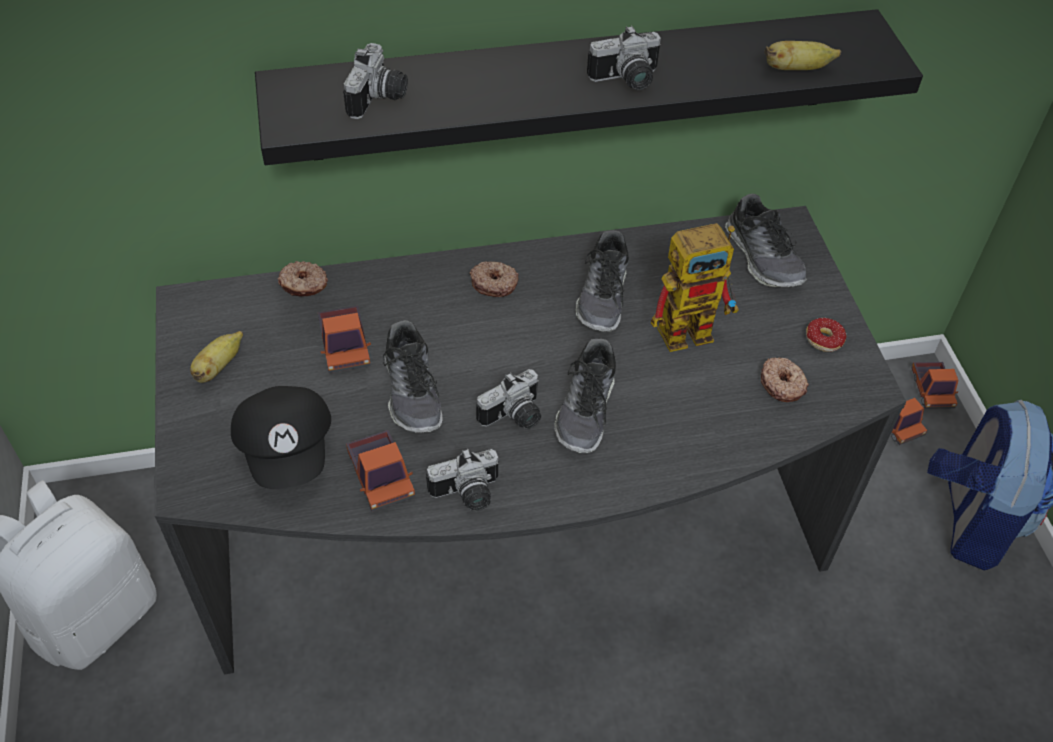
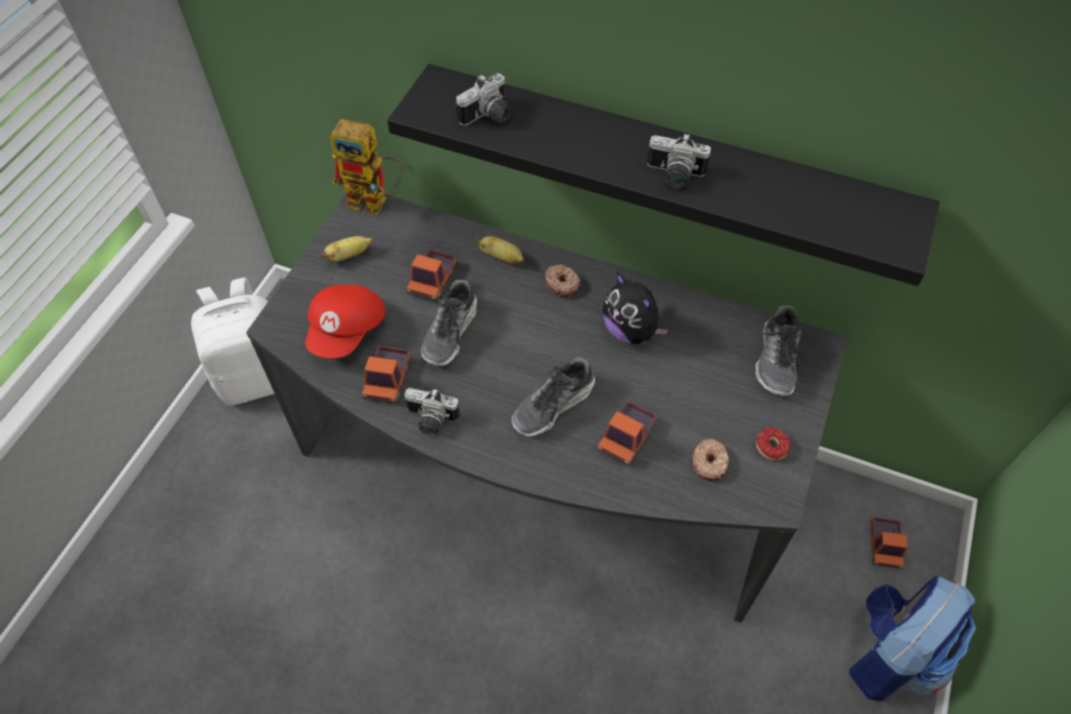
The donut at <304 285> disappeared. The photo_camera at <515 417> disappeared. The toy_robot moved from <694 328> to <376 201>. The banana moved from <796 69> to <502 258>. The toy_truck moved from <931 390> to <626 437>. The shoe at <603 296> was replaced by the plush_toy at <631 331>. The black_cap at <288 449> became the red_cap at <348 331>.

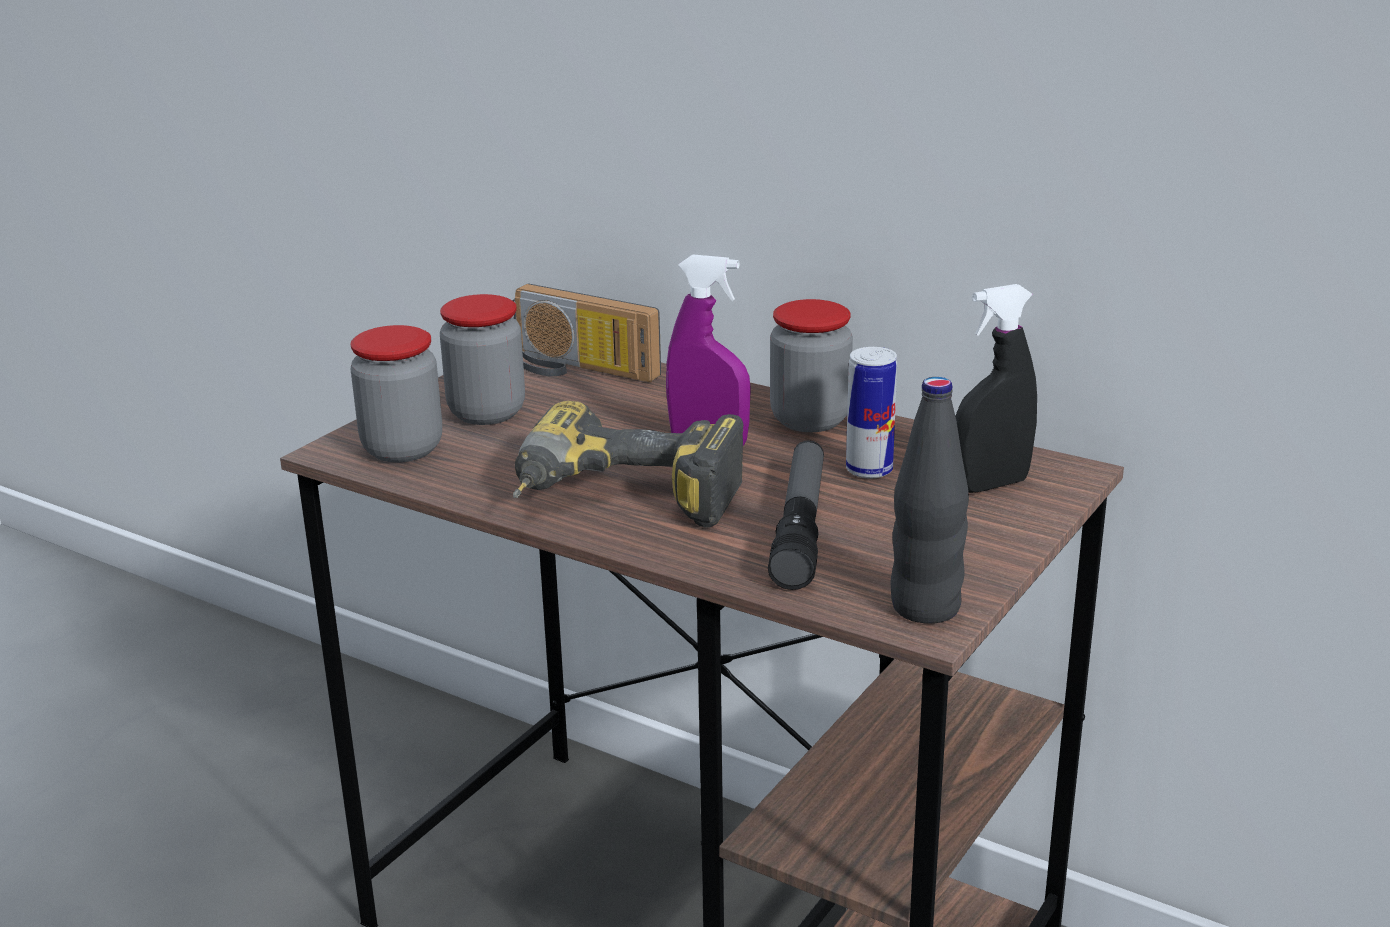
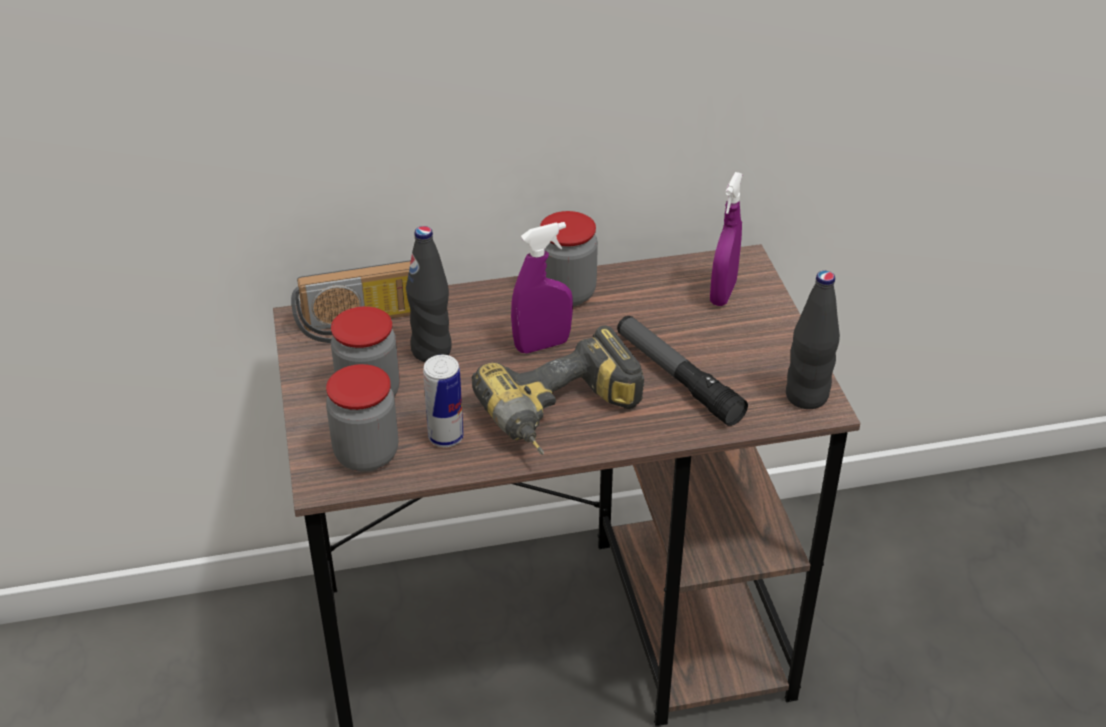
The black_bottle at <431 350> appeared. The can moved from <869 470> to <446 437>. The black_spray_bottle at <990 485> became the purple_spray_bottle at <723 293>.

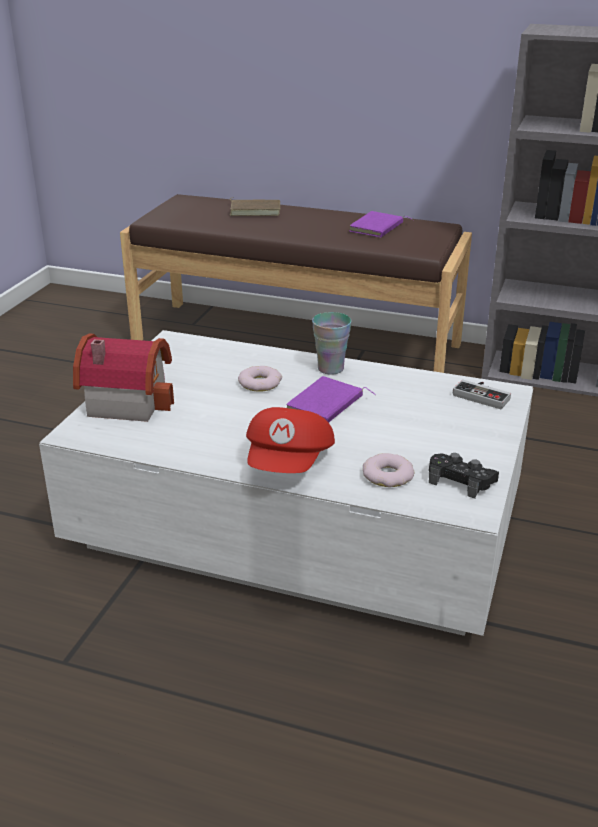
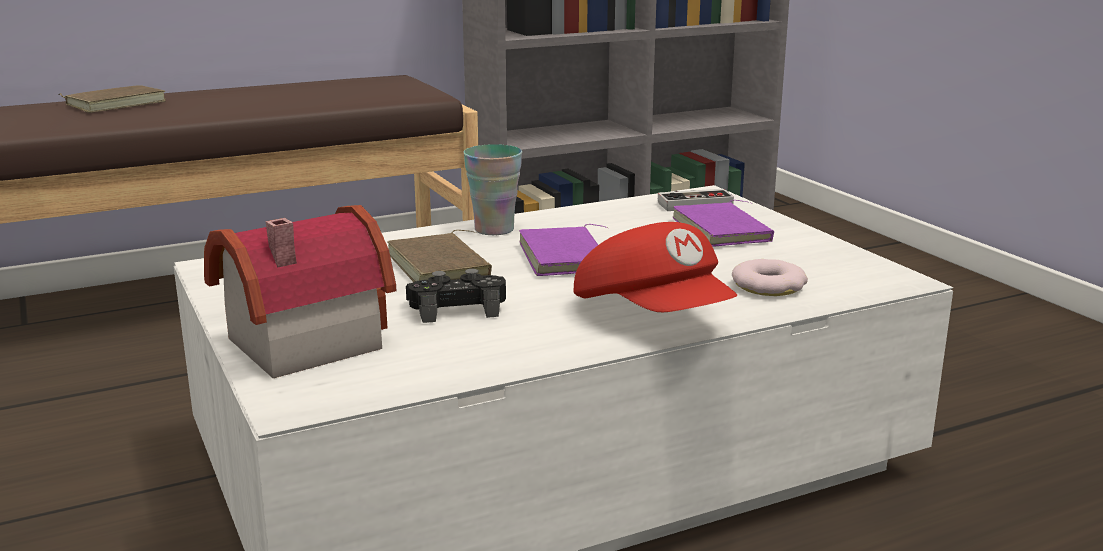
The purple_book moved from <378 228> to <724 230>. The black_game_controller moved from <461 481> to <457 308>. The donut at <260 383> was replaced by the brown_book at <442 266>.

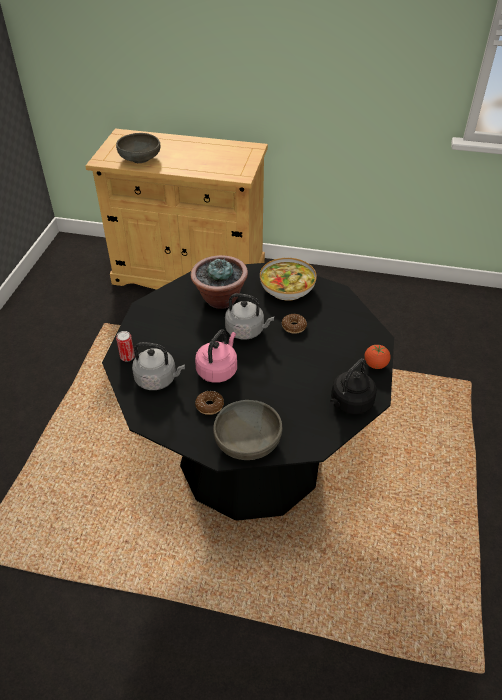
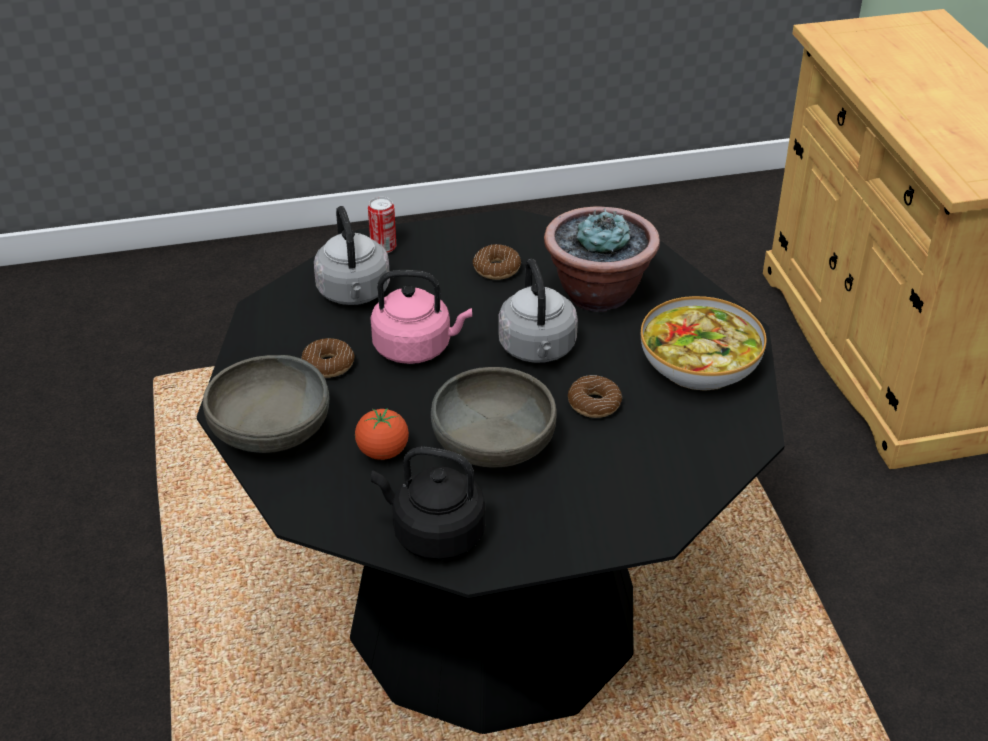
The donut at <497 269> appeared. The grey_bowl moved from <140 159> to <493 444>. The tomato moved from <375 365> to <383 452>.

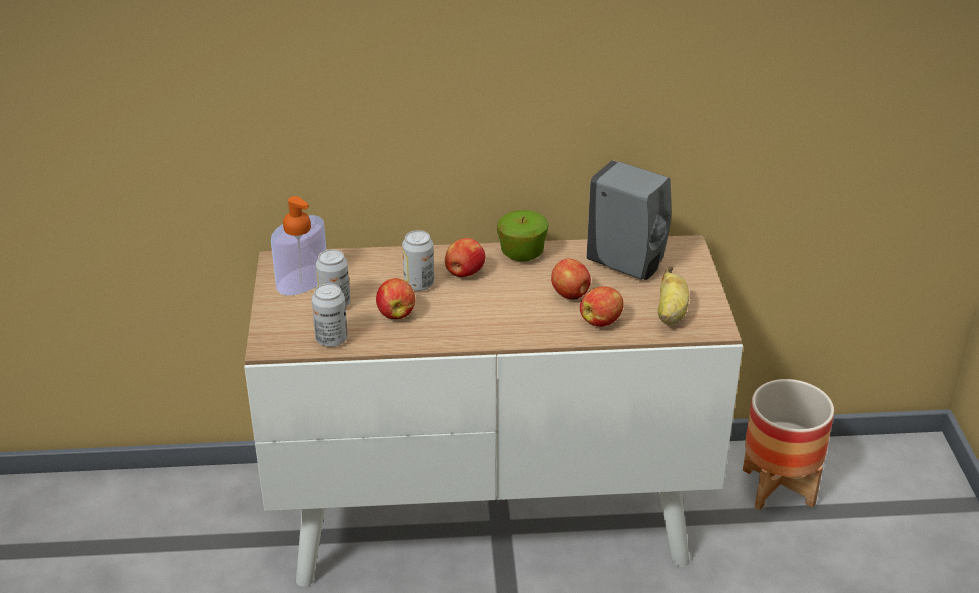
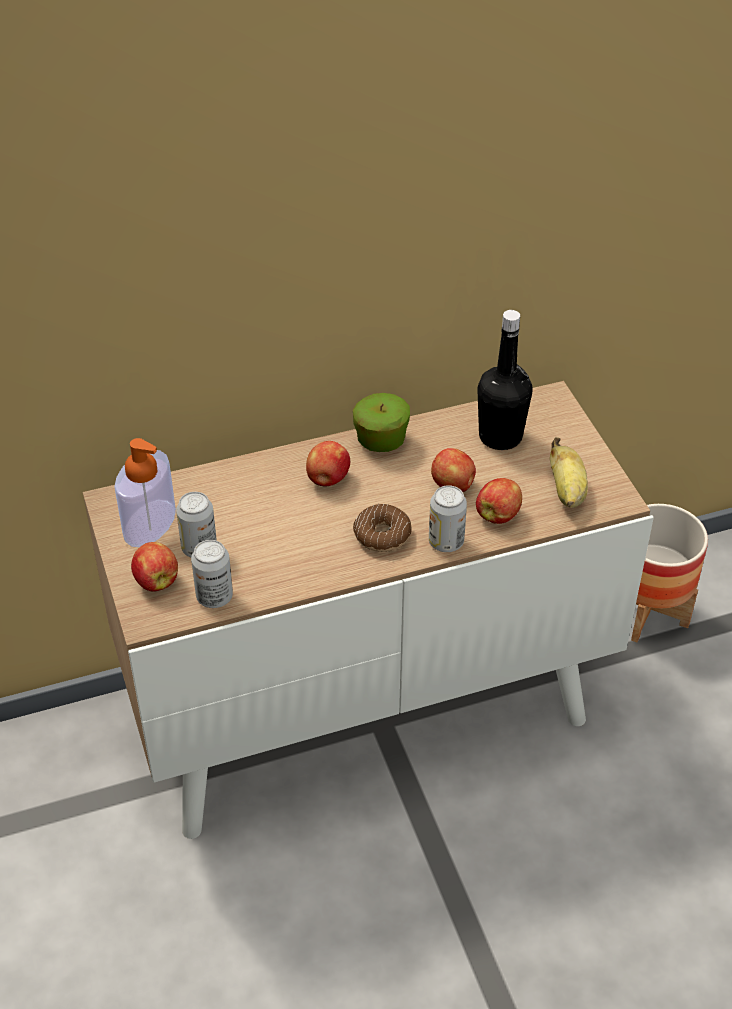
The donut at <382 535> appeared. The apple moved from <396 313> to <156 580>. The can moved from <419 284> to <446 542>. The grey_soap_dispenser at <628 266> was replaced by the black_bottle at <500 436>.

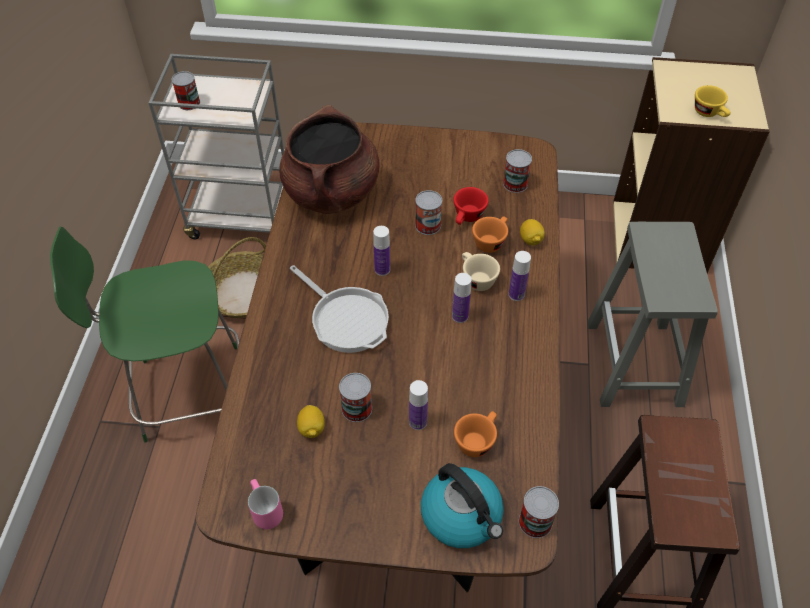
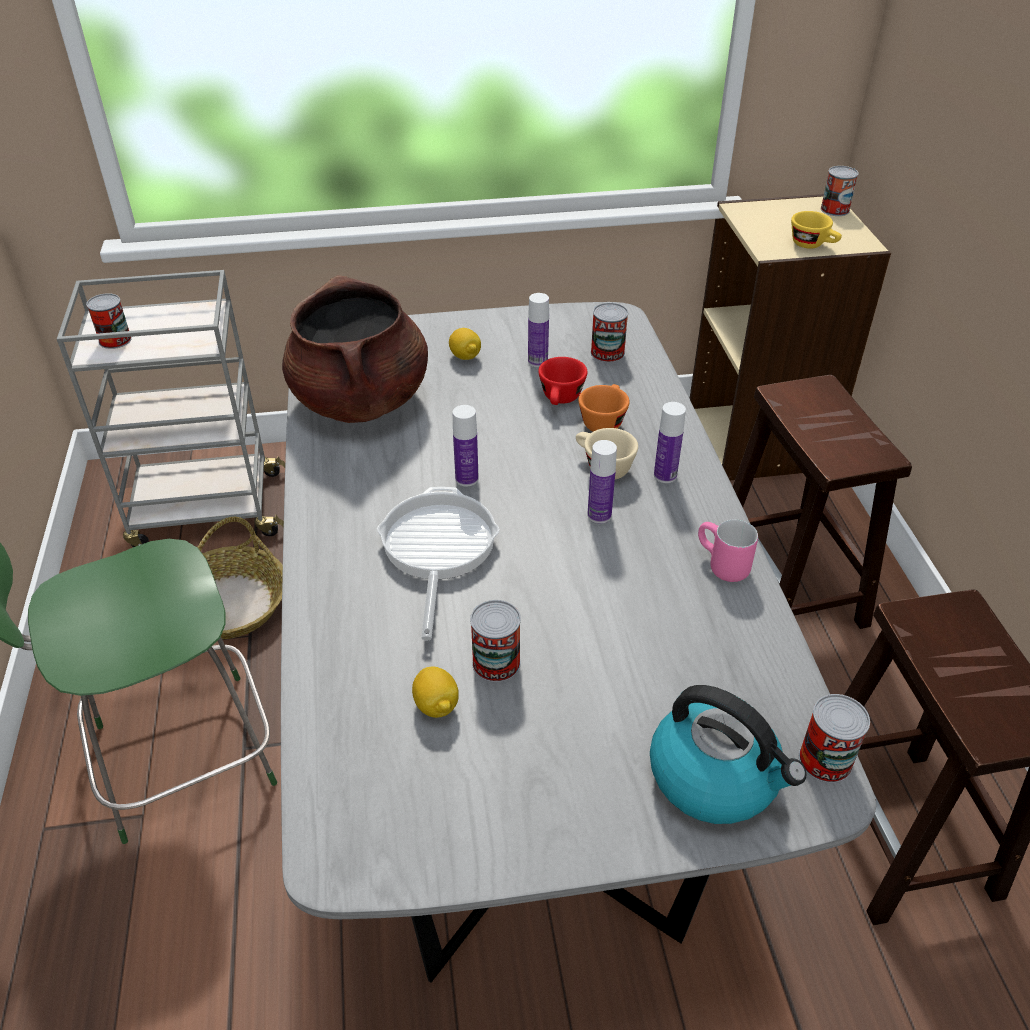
The orange_cup at <476 440> disappeared. The pink_mug moved from <263 511> to <720 566>. The bottle moved from <418 422> to <537 361>. The can moved from <428 225> to <834 209>. The lemon moved from <530 240> to <465 356>. The brown_dining_table at <404 426> became the grey_dining_table at <513 731>. The grey_stool at <634 365> became the brown_stool at <789 589>. The frying_pan at <346 319> turned 120 degrees counterclockwise.

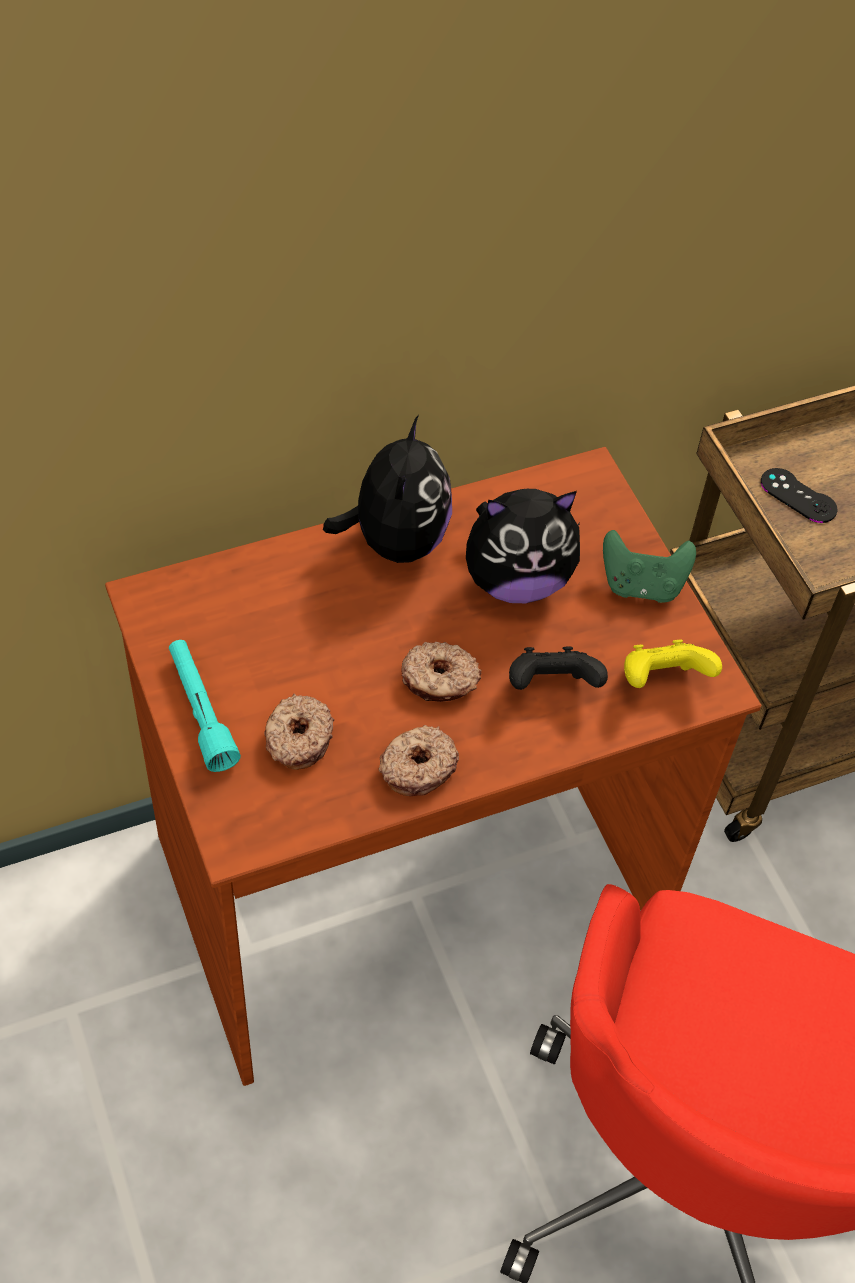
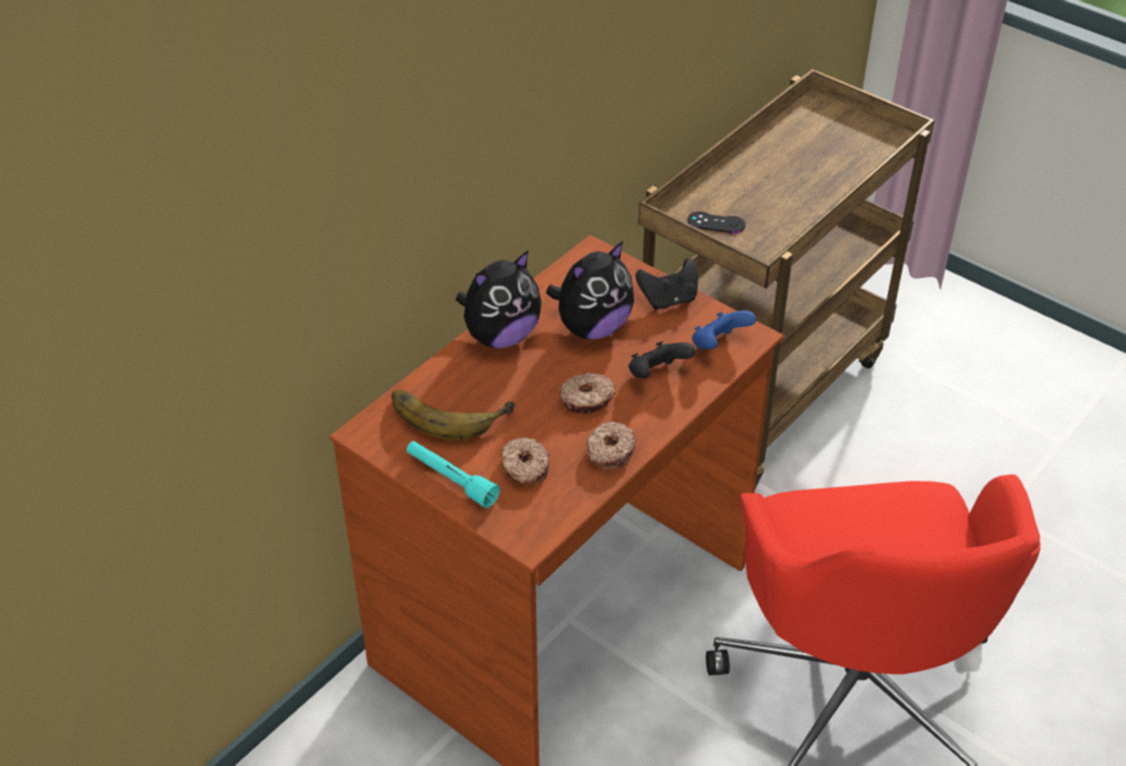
The banana at <449 411> appeared. The green_game_controller at <642 585> became the black_game_controller at <669 299>. The yellow_game_controller at <662 680> became the blue_game_controller at <718 345>. The plush_toy at <395 540> turned 75 degrees clockwise.

